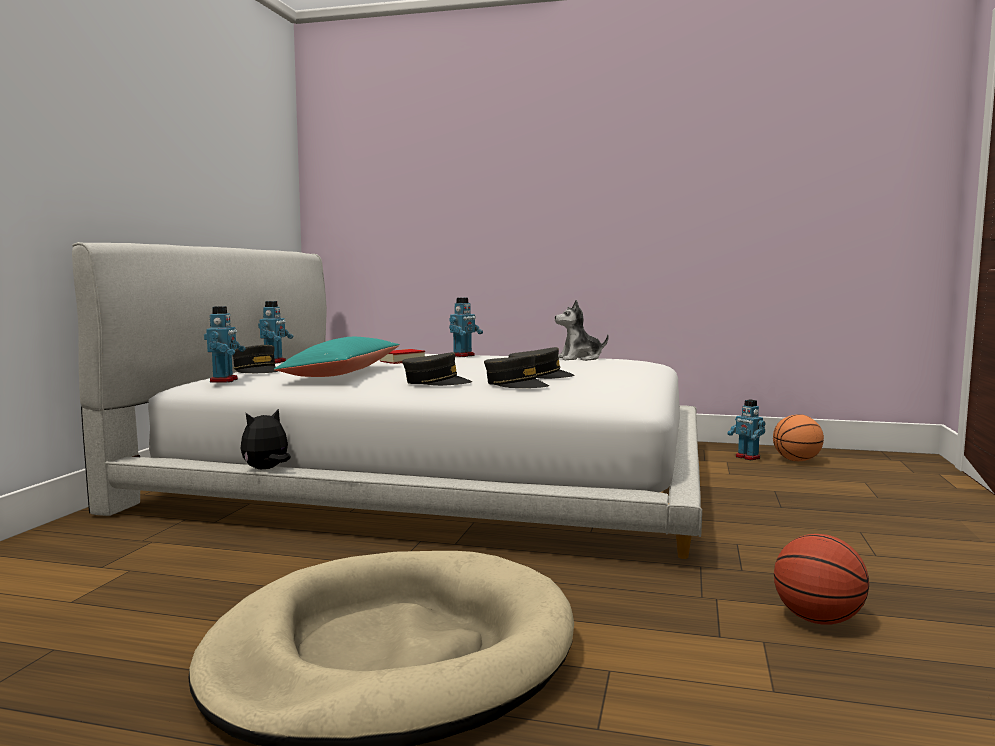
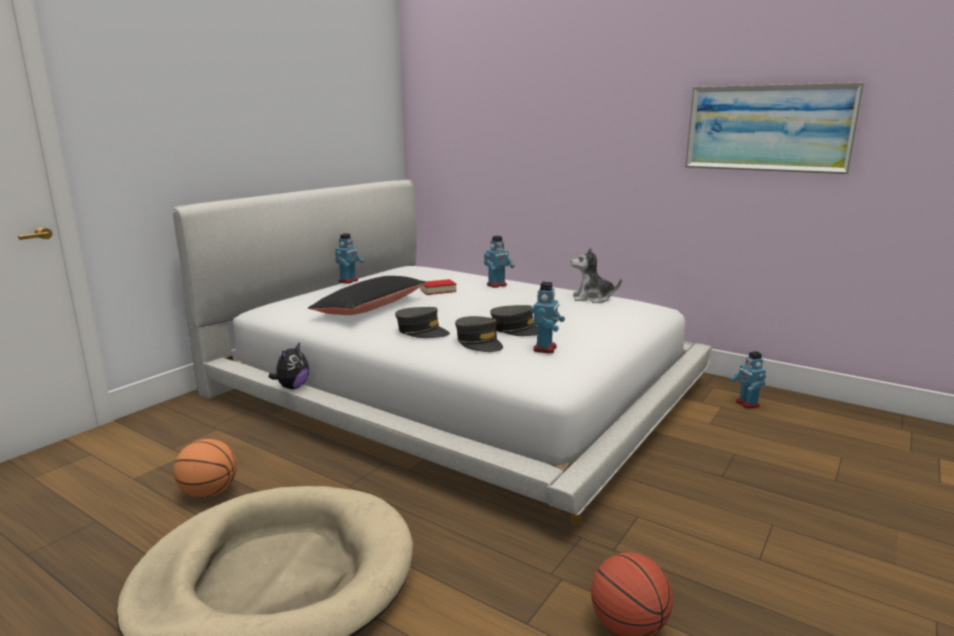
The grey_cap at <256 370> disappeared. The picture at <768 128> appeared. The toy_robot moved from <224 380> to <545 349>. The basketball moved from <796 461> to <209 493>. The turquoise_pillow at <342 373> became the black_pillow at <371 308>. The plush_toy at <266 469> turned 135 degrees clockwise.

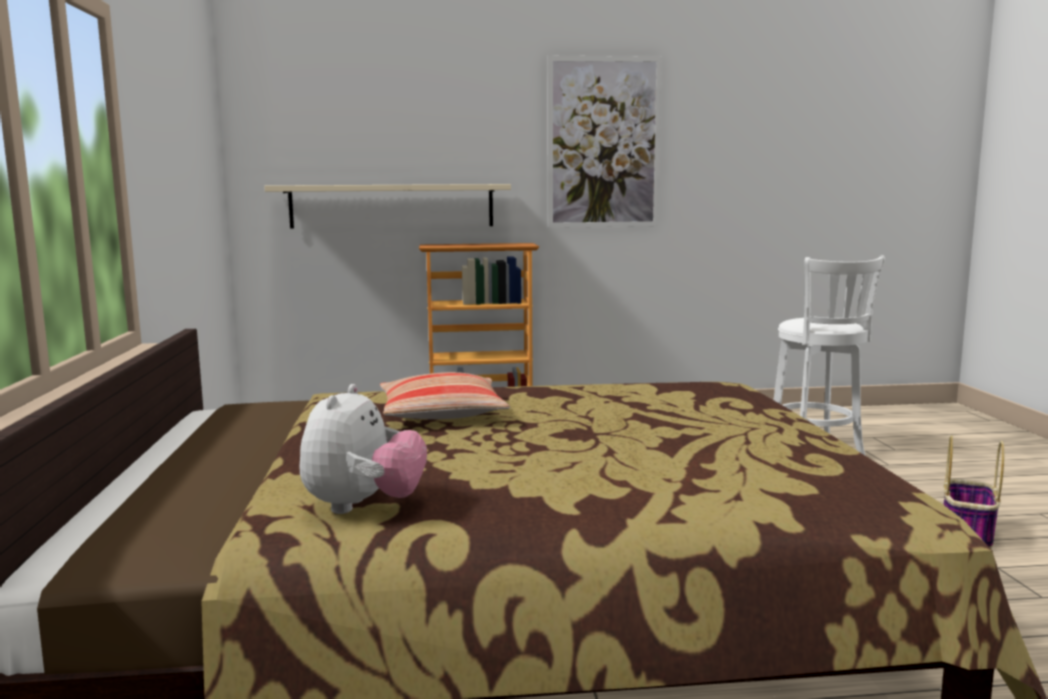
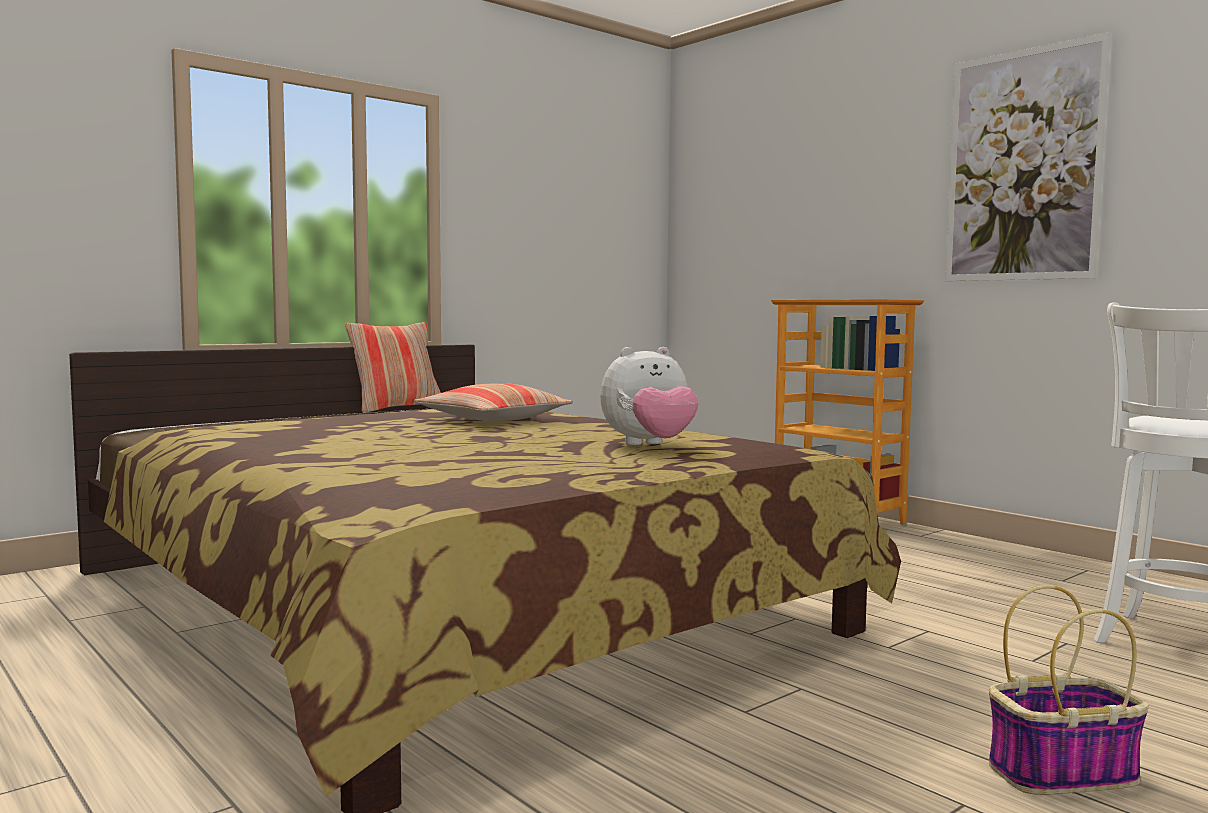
The beige_shelf at <392 206> disappeared. The pillow at <397 408> appeared. The plush_toy moved from <363 506> to <649 445>.

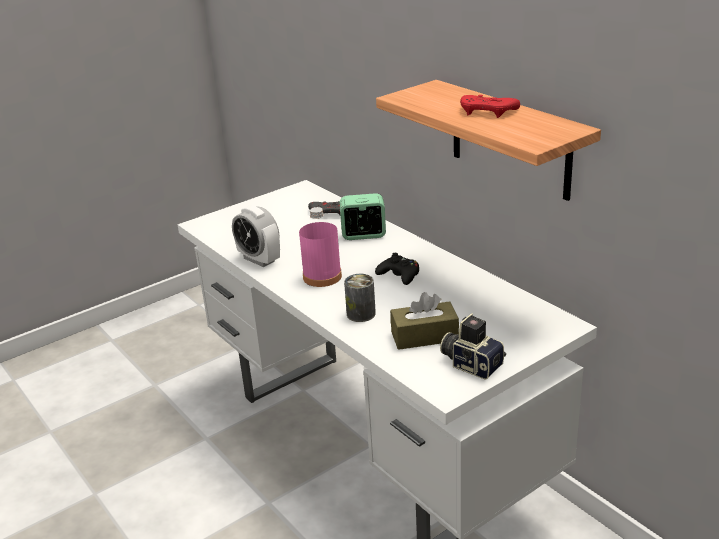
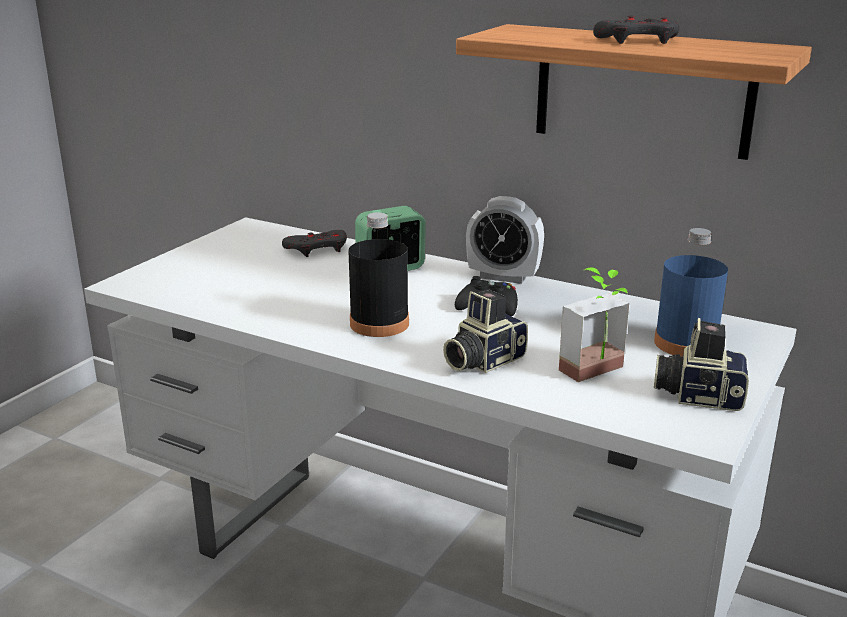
The blue_bottle at <685 343> appeared. The alarm_clock moved from <259 259> to <503 277>. The can at <361 314> was replaced by the photo_camera at <482 360>. The brown_tissue_box at <424 336> was replaced by the potted_plant at <599 373>. The pink_bottle at <322 277> became the black_bottle at <379 324>. The red_game_controller at <487 111> became the grey_game_controller at <638 40>.

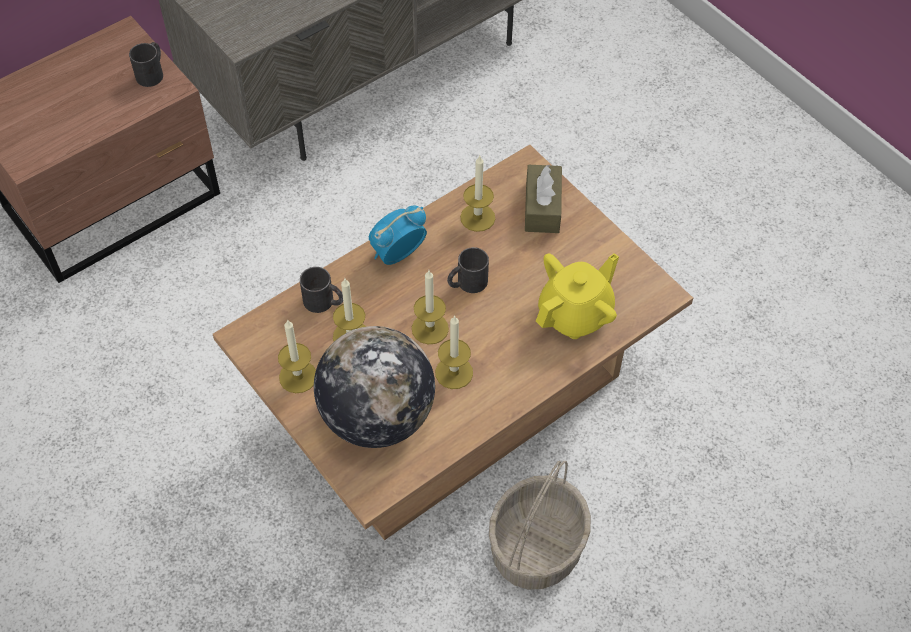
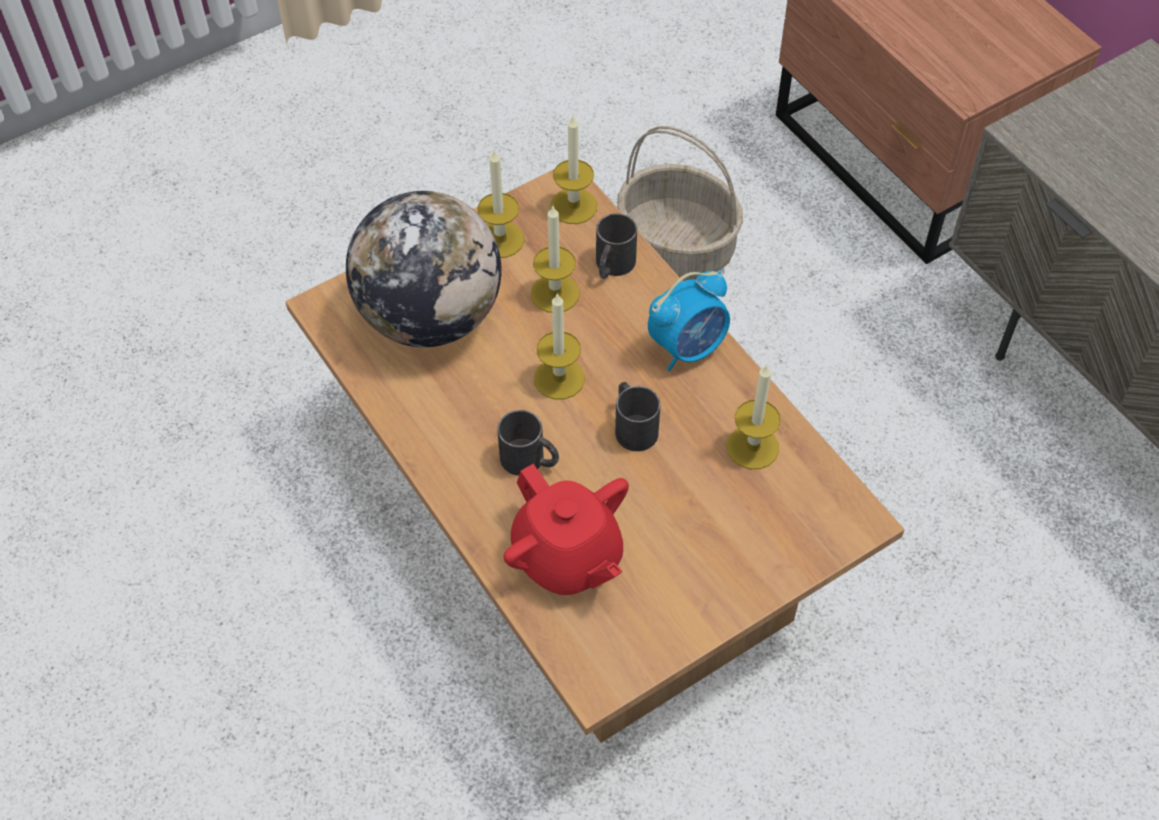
The brown_tissue_box at <542 207> disappeared. The black_mug moved from <152 72> to <530 460>. The candle moved from <454 372> to <573 206>. The basket moved from <536 546> to <678 248>. The yellow_teapot at <575 314> became the red_teapot at <567 557>. The alarm_clock at <397 254> turned 90 degrees clockwise.

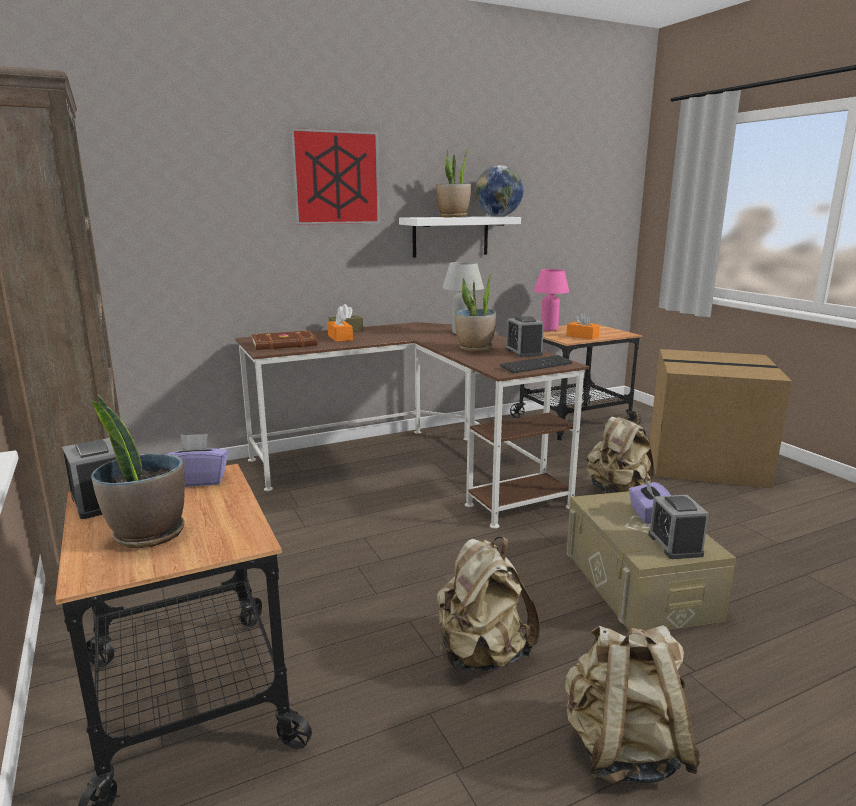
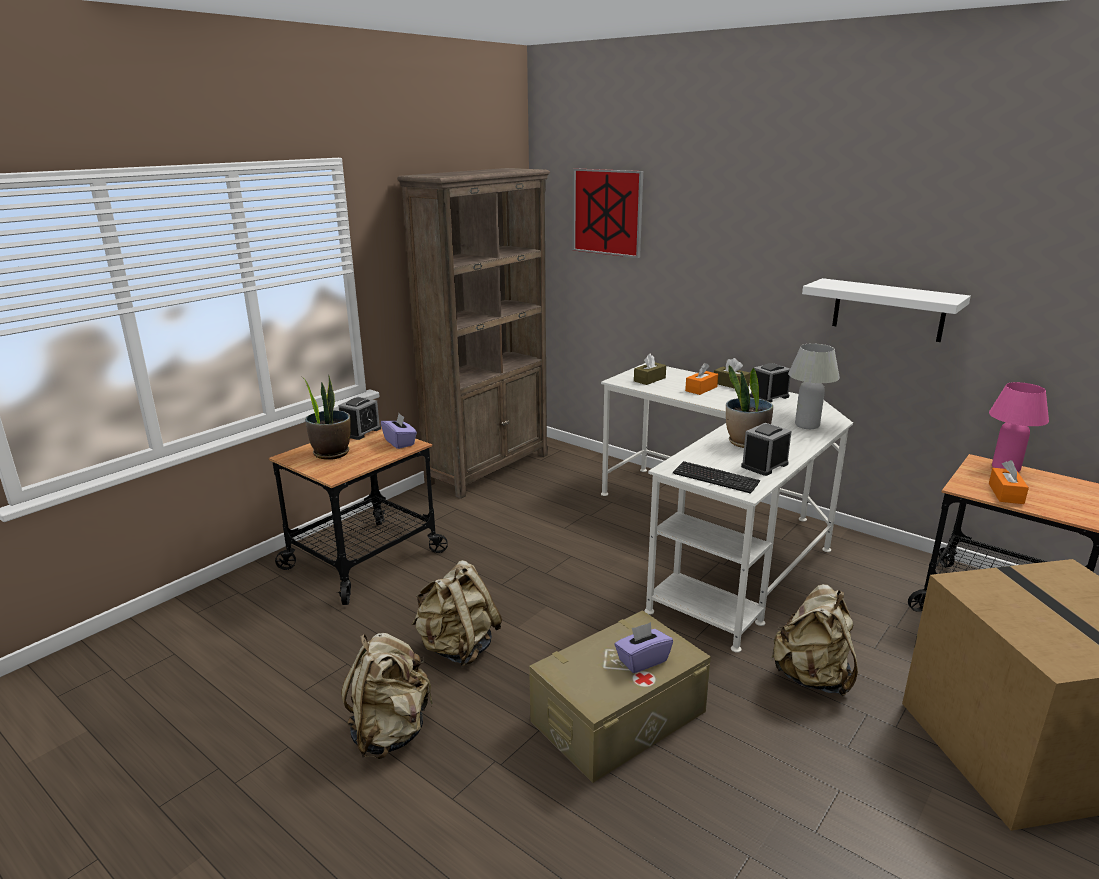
The potted_plant at <453 217> disappeared. The globe at <498 216> disappeared. The picture moved from <336 178> to <607 212>. The alarm_clock moved from <675 545> to <769 396>. The brown_book at <284 344> was replaced by the brown_tissue_box at <649 379>. The brown_desk at <411 467> became the white_desk at <718 539>.

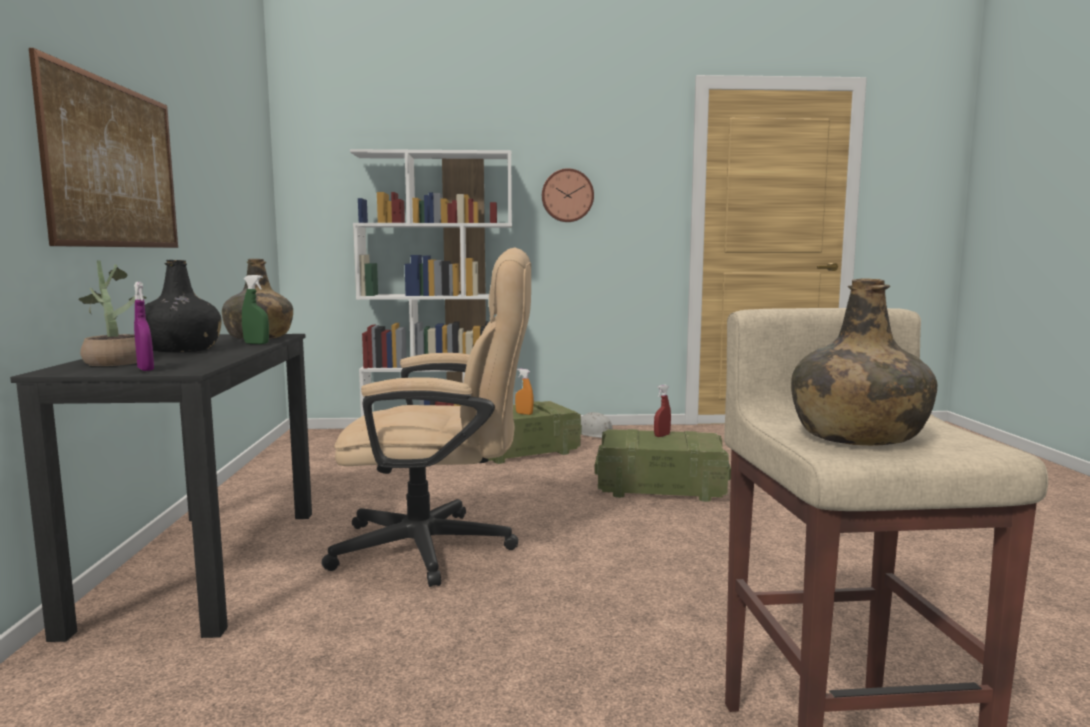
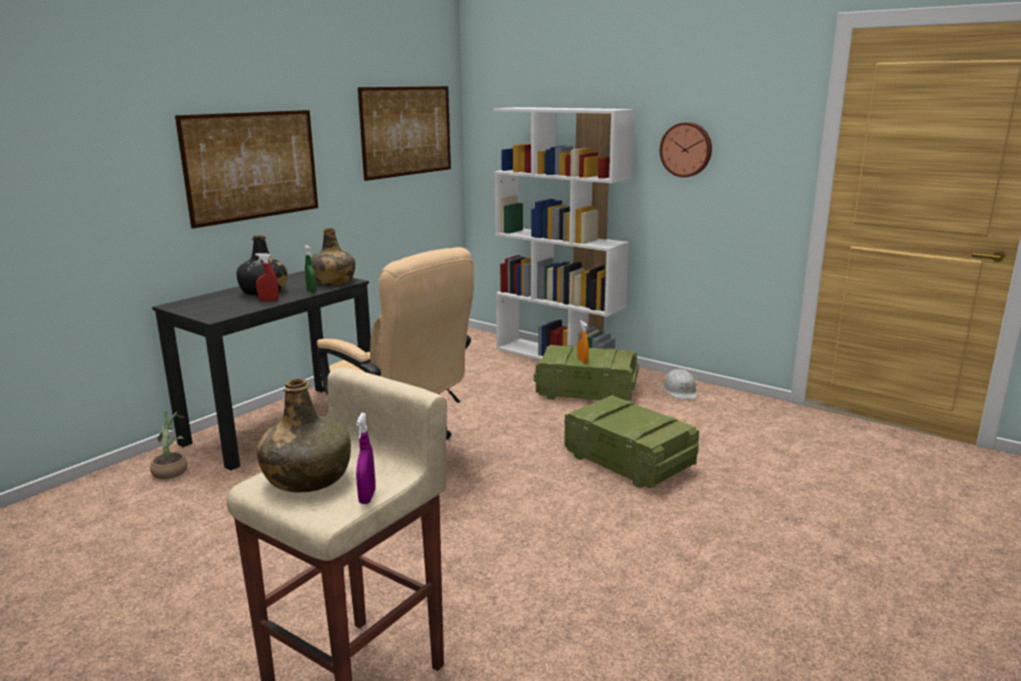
The picture at <407 131> appeared. The potted_plant moved from <114 361> to <172 470>. The purple_spray_bottle moved from <145 369> to <367 497>. The red_spray_bottle moved from <662 435> to <268 300>.

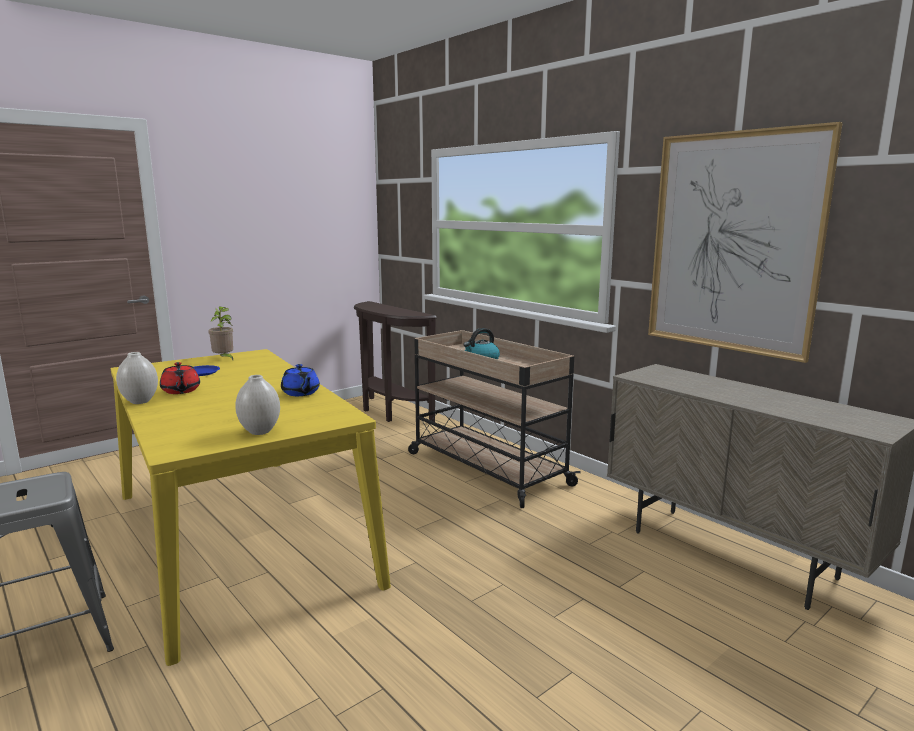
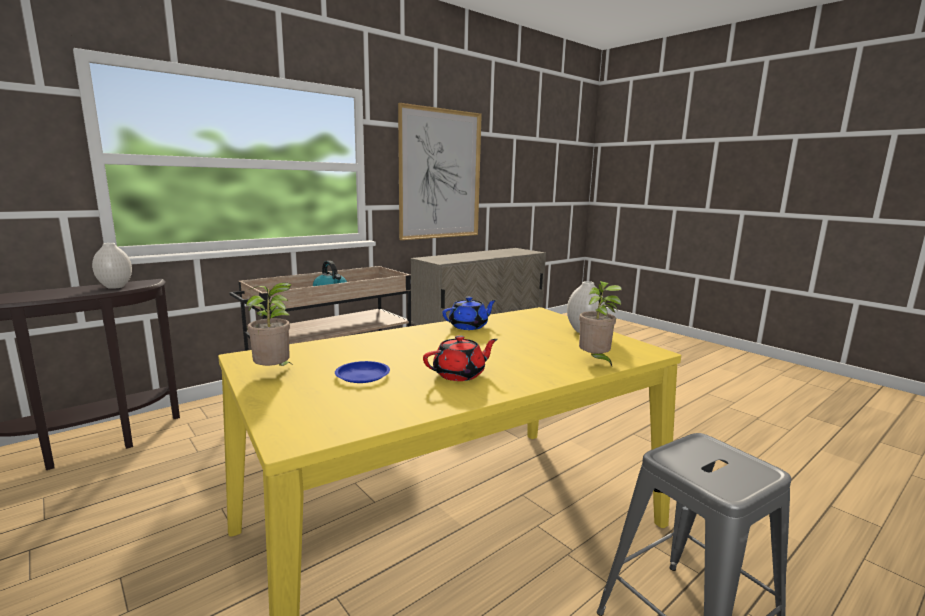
The potted_plant at <595 361> appeared. The white_vase moved from <140 401> to <115 287>.

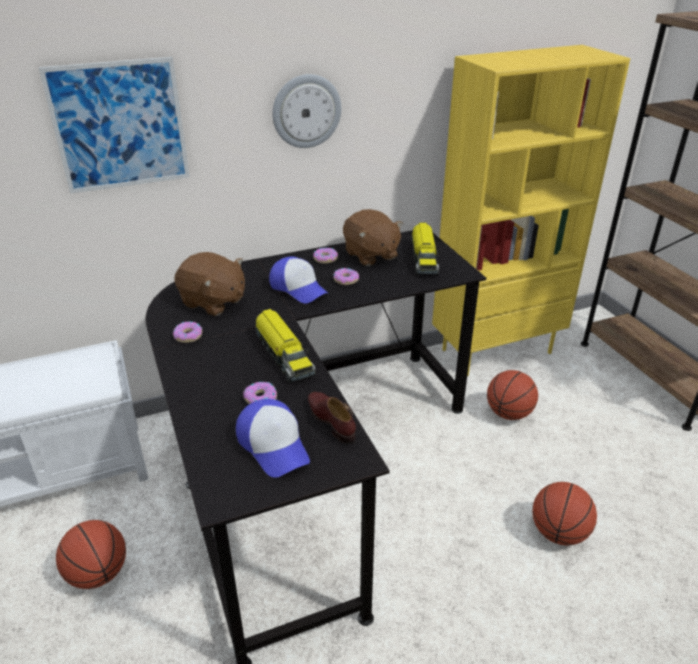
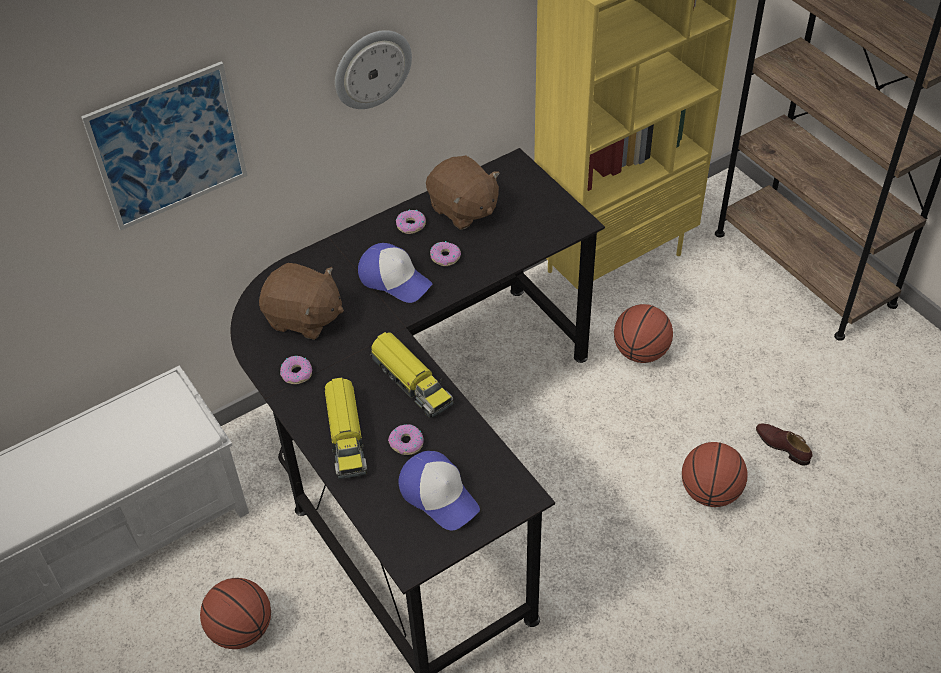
The brown_shoe moved from <331 420> to <782 446>. The toy_truck moved from <424 258> to <346 435>.

